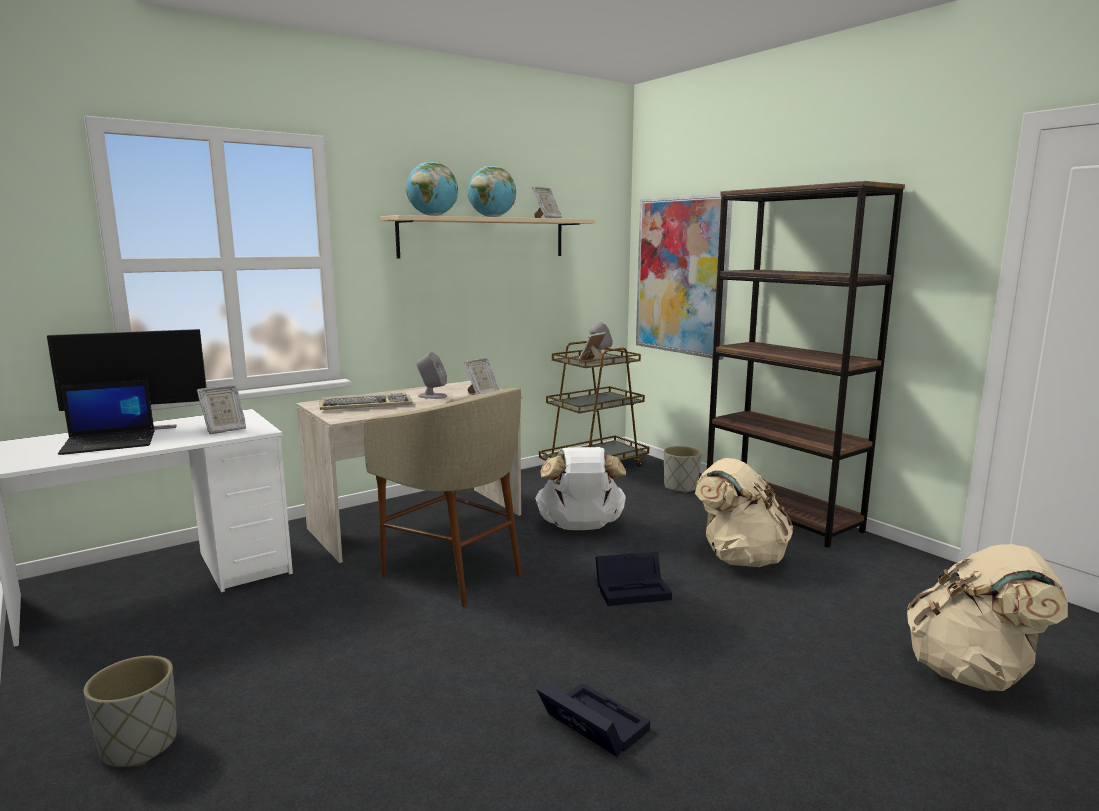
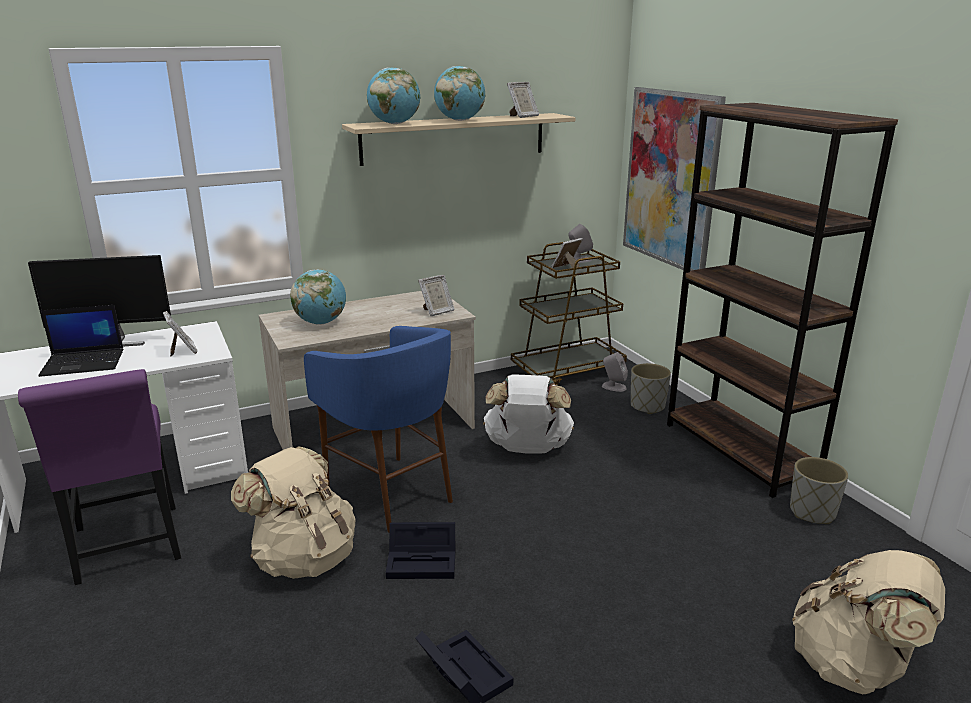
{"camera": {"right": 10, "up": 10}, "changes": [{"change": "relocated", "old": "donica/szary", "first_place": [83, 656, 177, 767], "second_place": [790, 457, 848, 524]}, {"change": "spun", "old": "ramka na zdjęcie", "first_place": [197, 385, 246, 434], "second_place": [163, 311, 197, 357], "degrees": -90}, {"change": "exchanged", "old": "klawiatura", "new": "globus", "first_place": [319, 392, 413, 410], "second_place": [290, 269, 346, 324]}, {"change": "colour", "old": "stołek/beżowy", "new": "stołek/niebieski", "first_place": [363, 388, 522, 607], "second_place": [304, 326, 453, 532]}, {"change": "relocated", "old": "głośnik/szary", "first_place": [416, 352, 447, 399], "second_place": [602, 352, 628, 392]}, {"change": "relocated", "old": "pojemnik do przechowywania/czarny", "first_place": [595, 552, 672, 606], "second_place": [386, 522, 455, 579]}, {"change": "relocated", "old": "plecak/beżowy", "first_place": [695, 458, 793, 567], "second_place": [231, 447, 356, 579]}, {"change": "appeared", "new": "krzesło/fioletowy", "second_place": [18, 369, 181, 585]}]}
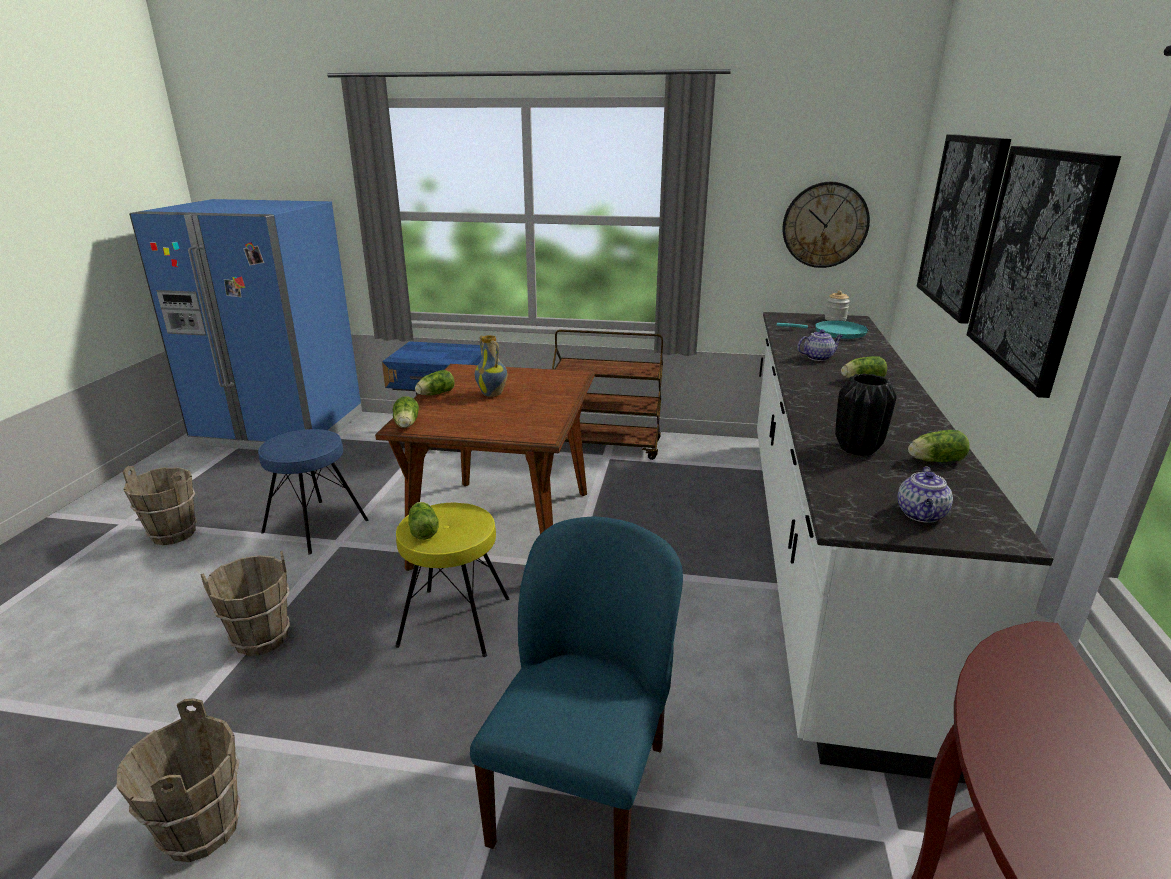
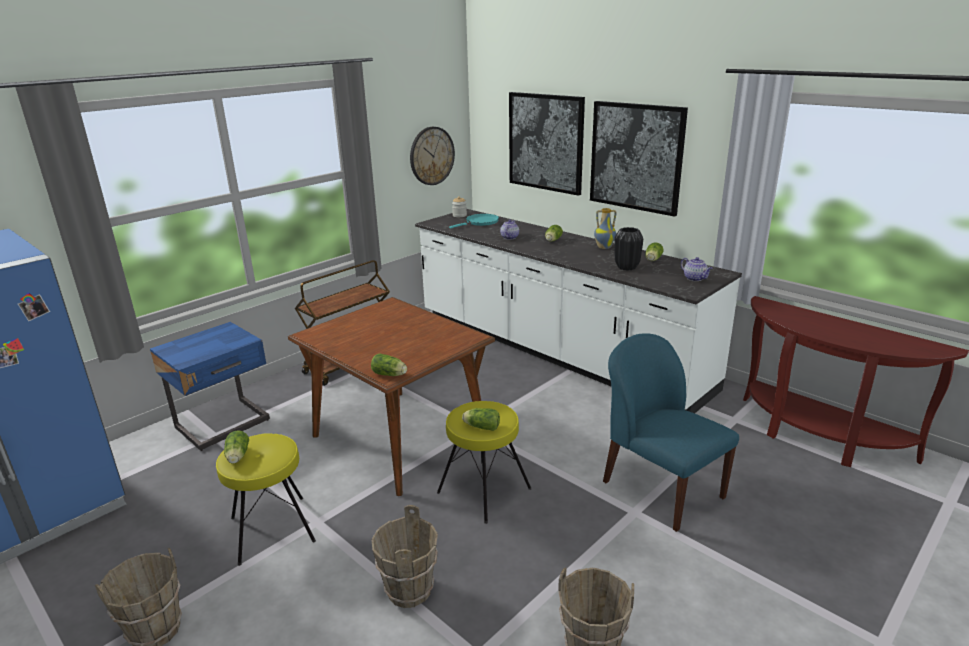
{"camera": {"right": -55, "up": 0}, "changes": [{"change": "colour", "old": "stołek/niebieski", "new": "stołek/żółty", "first_place": [258, 429, 368, 554], "second_place": [216, 433, 316, 566]}, {"change": "relocated", "old": "sałata", "first_place": [415, 370, 455, 395], "second_place": [224, 430, 249, 463]}, {"change": "relocated", "old": "wazon", "first_place": [475, 335, 507, 397], "second_place": [594, 208, 617, 249]}]}
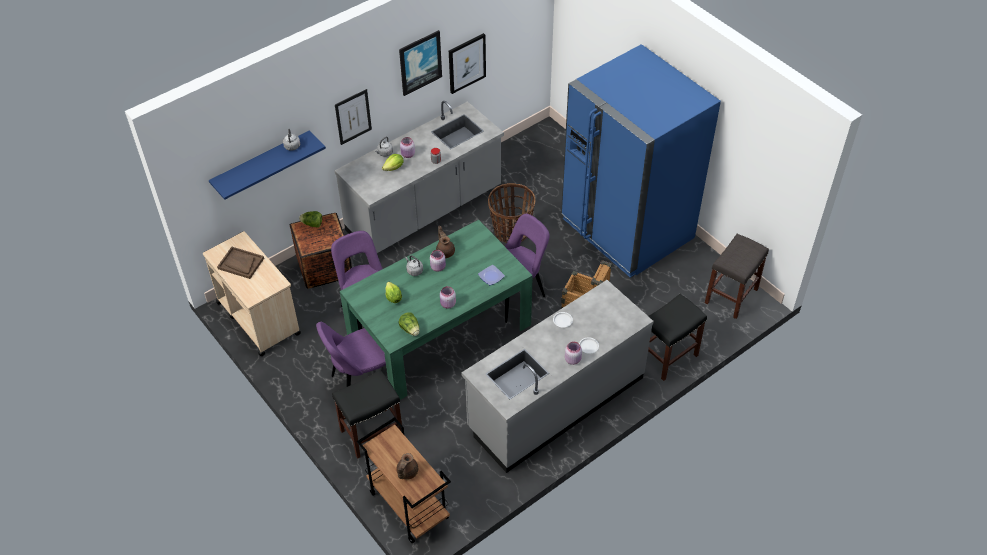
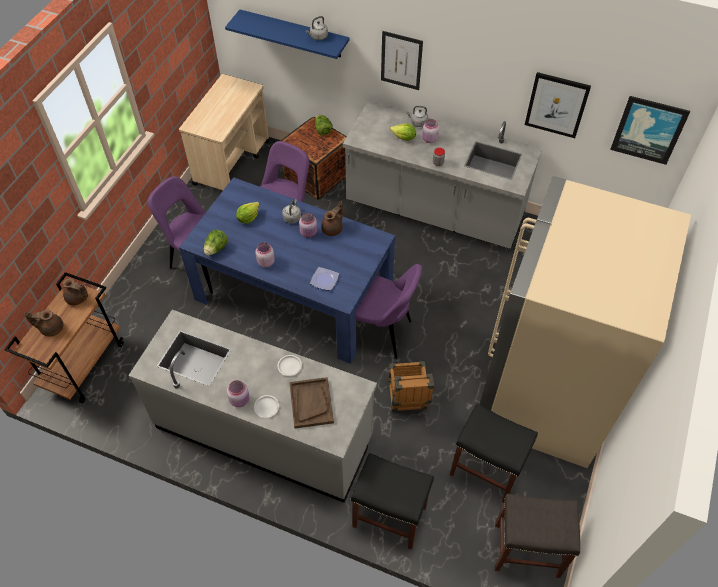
{"camera": {"right": 60, "up": 5}, "changes": [{"change": "relocated", "old": "taca/brązowy", "first_place": [217, 247, 264, 279], "second_place": [289, 377, 334, 428]}, {"change": "relocated", "old": "stołek/czarny", "first_place": [332, 370, 402, 459], "second_place": [450, 403, 538, 502]}, {"change": "colour", "old": "stół jadalny/zielony", "new": "stół jadalny/niebieski", "first_place": [340, 220, 533, 400], "second_place": [179, 177, 395, 364]}, {"change": "relocated", "old": "obraz", "first_place": [399, 30, 442, 96], "second_place": [610, 96, 690, 165]}, {"change": "missing", "old": "koszyk", "first_place": [488, 183, 535, 243]}, {"change": "colour", "old": "lodówka/niebieski", "new": "lodówka/beżowy", "first_place": [561, 44, 721, 278], "second_place": [480, 176, 691, 468]}, {"change": "appeared", "new": "imbryk/brązowy", "second_place": [62, 278, 88, 306]}]}
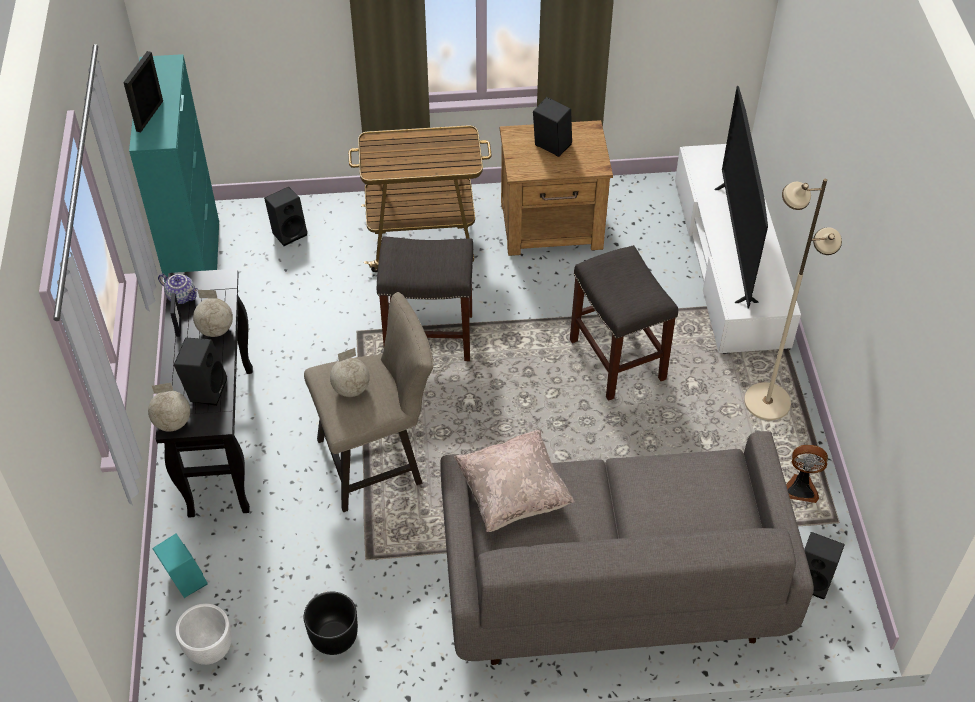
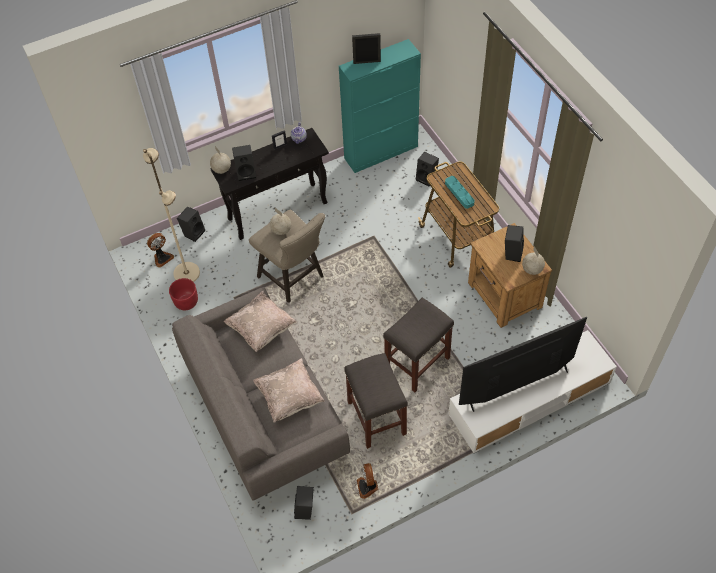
{"camera": {"right": 70, "up": 5}, "changes": [{"change": "colour", "old": "głośnik/turkusowy", "new": "głośnik/czarny", "first_place": [152, 533, 207, 598], "second_place": [177, 206, 205, 242]}, {"change": "exchanged", "old": "donica/biały", "new": "wentylator", "first_place": [176, 604, 232, 665], "second_place": [147, 233, 174, 268]}, {"change": "relocated", "old": "globus", "first_place": [193, 290, 233, 337], "second_place": [522, 246, 545, 275]}, {"change": "colour", "old": "donica/czarny", "new": "donica/czerwony", "first_place": [304, 592, 358, 655], "second_place": [169, 278, 198, 310]}, {"change": "relocated", "old": "stołek/szary", "first_place": [377, 236, 473, 361], "second_place": [344, 353, 408, 449]}, {"change": "relocated", "old": "lampa stojąca/beżowy", "first_place": [744, 179, 842, 420], "second_place": [143, 148, 200, 282]}, {"change": "appeared", "new": "poduszka/beżowy", "second_place": [253, 358, 325, 422]}, {"change": "appeared", "new": "taca/turkusowy", "second_place": [445, 176, 475, 209]}]}
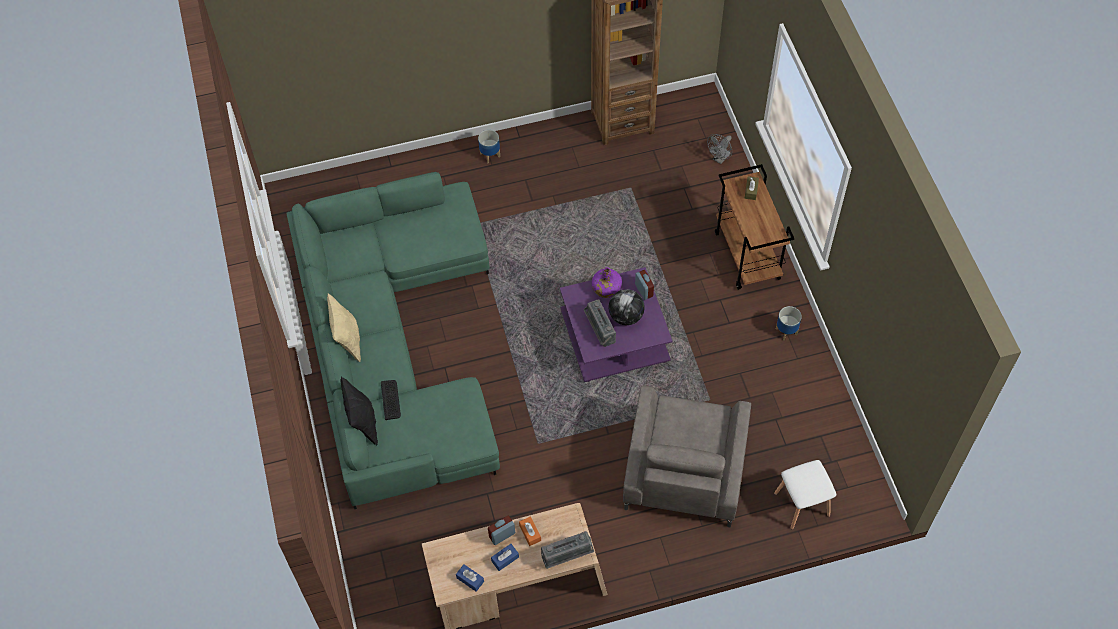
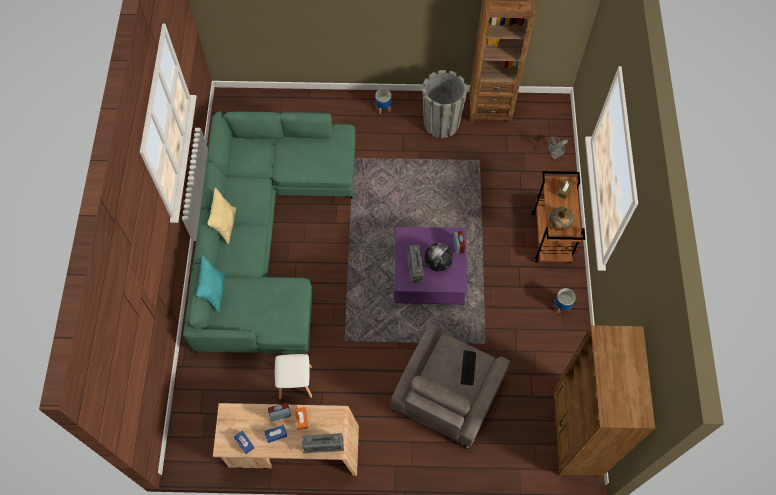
{"camera": {"right": 15, "up": 5}, "changes": [{"change": "colour", "old": "poduszka/czarny", "new": "poduszka/turkusowy", "first_place": [340, 377, 378, 445], "second_place": [196, 255, 225, 312]}, {"change": "relocated", "old": "klawiatura", "first_place": [381, 380, 401, 420], "second_place": [461, 350, 476, 385]}, {"change": "missing", "old": "butelka/fioletowy", "first_place": [592, 267, 622, 298]}, {"change": "relocated", "old": "stołek/biały", "first_place": [774, 460, 836, 530], "second_place": [275, 354, 312, 399]}, {"change": "appeared", "new": "donica/szary", "second_place": [422, 70, 468, 138]}, {"change": "appeared", "new": "butelka/zielony", "second_place": [549, 207, 574, 231]}, {"change": "appeared", "new": "regał/brązowy", "second_place": [554, 325, 655, 477]}]}
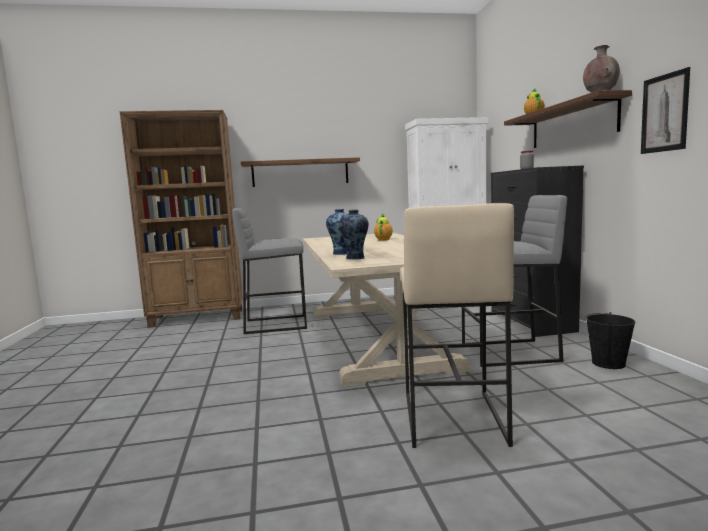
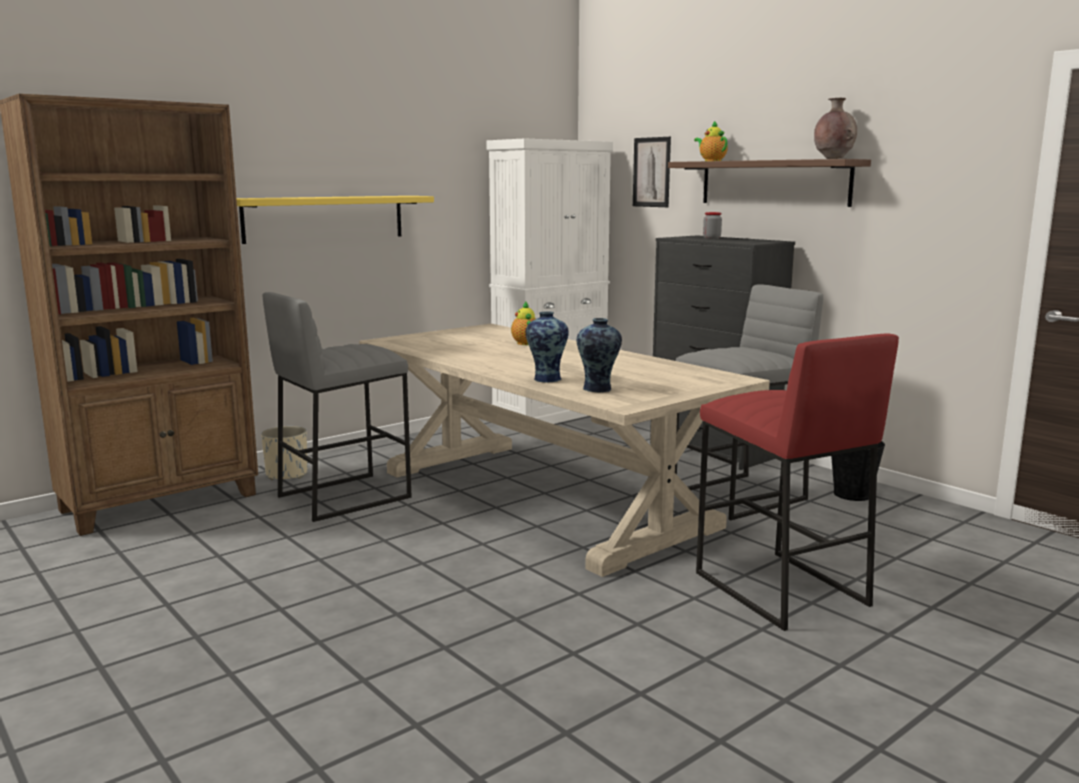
{"camera": {"right": -30, "up": 5}, "changes": [{"change": "colour", "old": "półka/brązowy", "new": "półka/żółty", "first_place": [241, 157, 360, 187], "second_place": [236, 196, 434, 244]}, {"change": "colour", "old": "stołek/beżowy", "new": "stołek/czerwony", "first_place": [400, 203, 514, 448], "second_place": [696, 334, 899, 631]}, {"change": "relocated", "old": "obraz", "first_place": [641, 67, 690, 154], "second_place": [633, 137, 671, 207]}, {"change": "appeared", "new": "donica/beżowy", "second_place": [261, 426, 308, 481]}]}
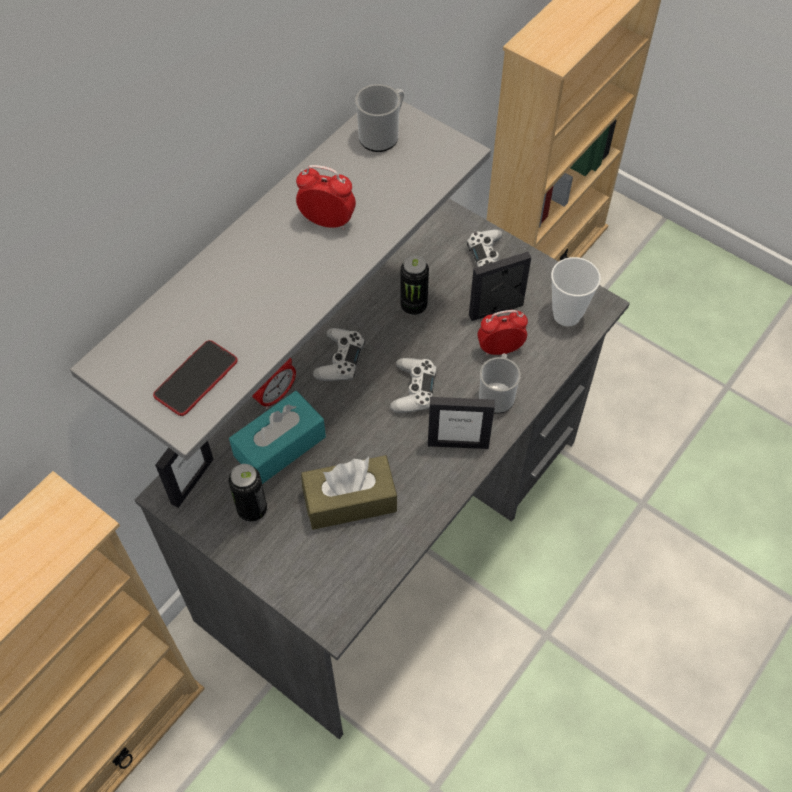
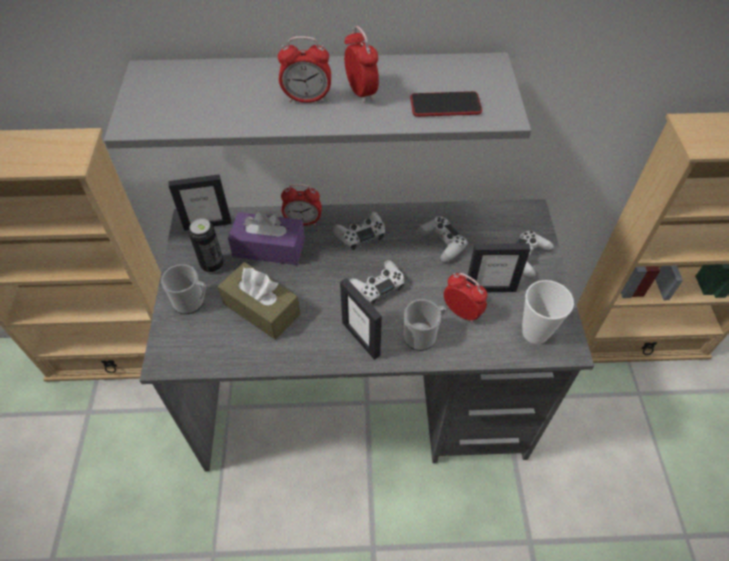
{"camera": {"right": 50, "up": -5}, "changes": [{"change": "relocated", "old": "telefon", "first_place": [153, 340, 238, 416], "second_place": [410, 91, 482, 117]}, {"change": "colour", "old": "pudełko chusteczek/turkusowy", "new": "pudełko chusteczek/fioletowy", "first_place": [229, 391, 326, 484], "second_place": [228, 211, 305, 265]}, {"change": "relocated", "old": "kubek", "first_place": [355, 84, 404, 152], "second_place": [161, 264, 206, 314]}, {"change": "exchanged", "old": "puszka", "new": "pad do gier/biały", "first_place": [400, 255, 429, 315], "second_place": [416, 216, 468, 263]}, {"change": "spun", "old": "ramka na zdjęcie", "first_place": [469, 252, 531, 321], "second_place": [466, 243, 531, 292], "degrees": 150}, {"change": "appeared", "new": "budzik", "second_place": [278, 36, 331, 103]}]}
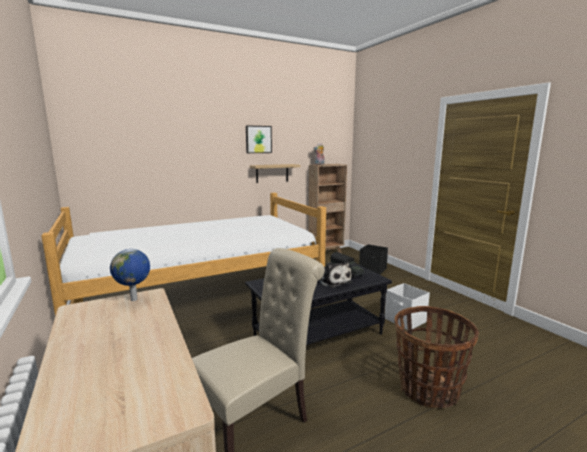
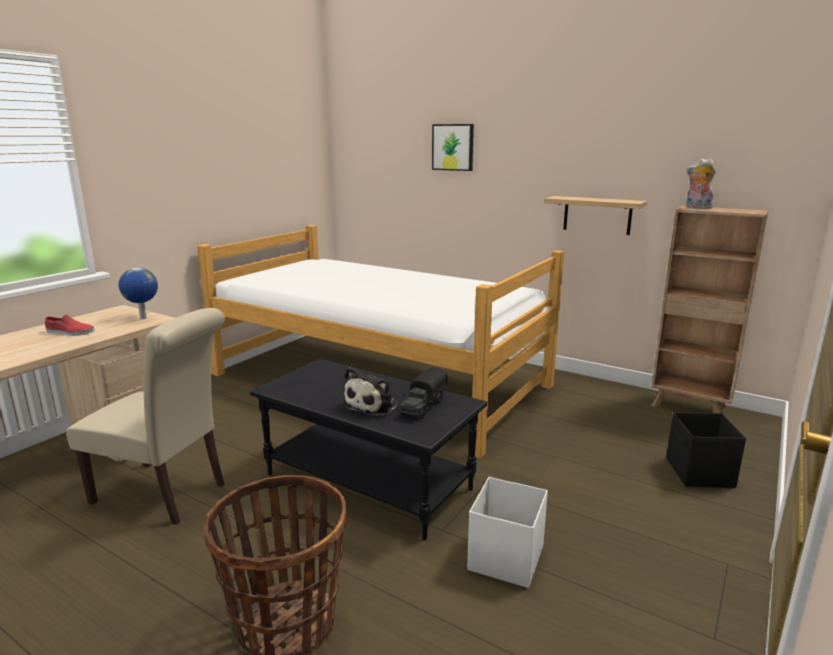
{"camera": {"right": 60, "up": 5}, "changes": [{"change": "relocated", "old": "obraz", "first_place": [246, 126, 272, 153], "second_place": [432, 124, 474, 171]}, {"change": "appeared", "new": "but/czerwony", "second_place": [45, 315, 95, 336]}]}
